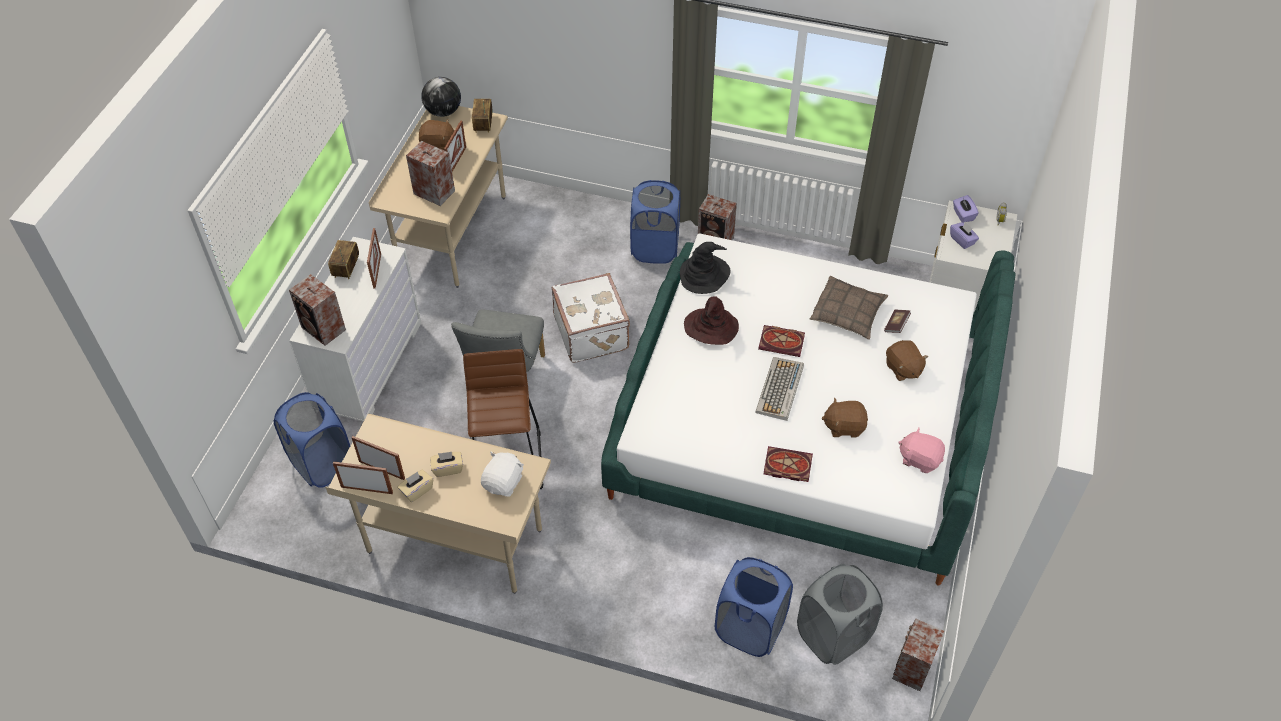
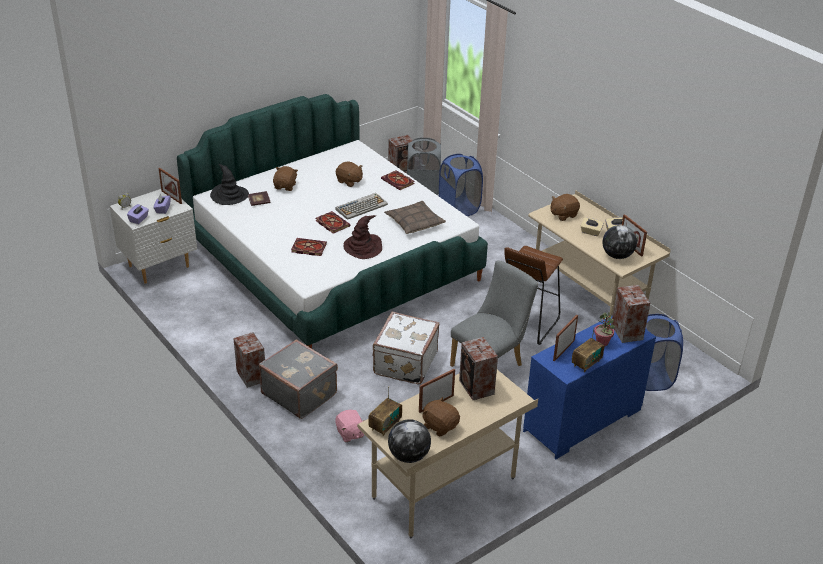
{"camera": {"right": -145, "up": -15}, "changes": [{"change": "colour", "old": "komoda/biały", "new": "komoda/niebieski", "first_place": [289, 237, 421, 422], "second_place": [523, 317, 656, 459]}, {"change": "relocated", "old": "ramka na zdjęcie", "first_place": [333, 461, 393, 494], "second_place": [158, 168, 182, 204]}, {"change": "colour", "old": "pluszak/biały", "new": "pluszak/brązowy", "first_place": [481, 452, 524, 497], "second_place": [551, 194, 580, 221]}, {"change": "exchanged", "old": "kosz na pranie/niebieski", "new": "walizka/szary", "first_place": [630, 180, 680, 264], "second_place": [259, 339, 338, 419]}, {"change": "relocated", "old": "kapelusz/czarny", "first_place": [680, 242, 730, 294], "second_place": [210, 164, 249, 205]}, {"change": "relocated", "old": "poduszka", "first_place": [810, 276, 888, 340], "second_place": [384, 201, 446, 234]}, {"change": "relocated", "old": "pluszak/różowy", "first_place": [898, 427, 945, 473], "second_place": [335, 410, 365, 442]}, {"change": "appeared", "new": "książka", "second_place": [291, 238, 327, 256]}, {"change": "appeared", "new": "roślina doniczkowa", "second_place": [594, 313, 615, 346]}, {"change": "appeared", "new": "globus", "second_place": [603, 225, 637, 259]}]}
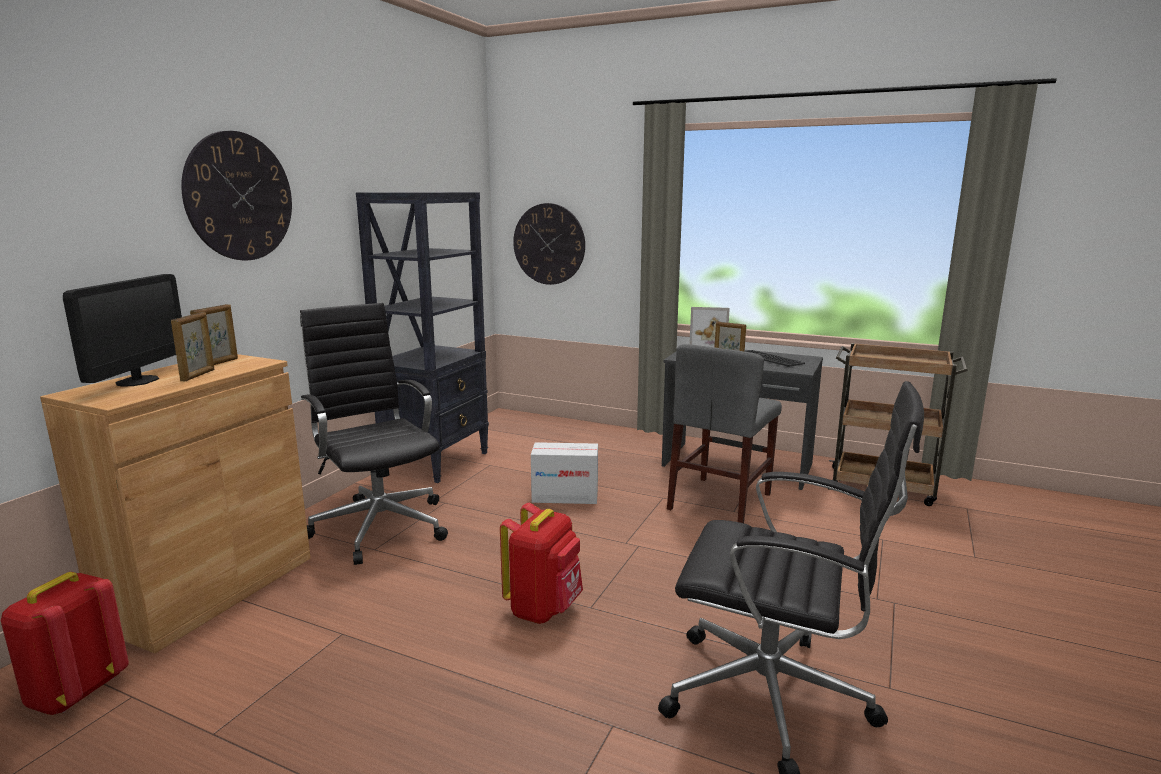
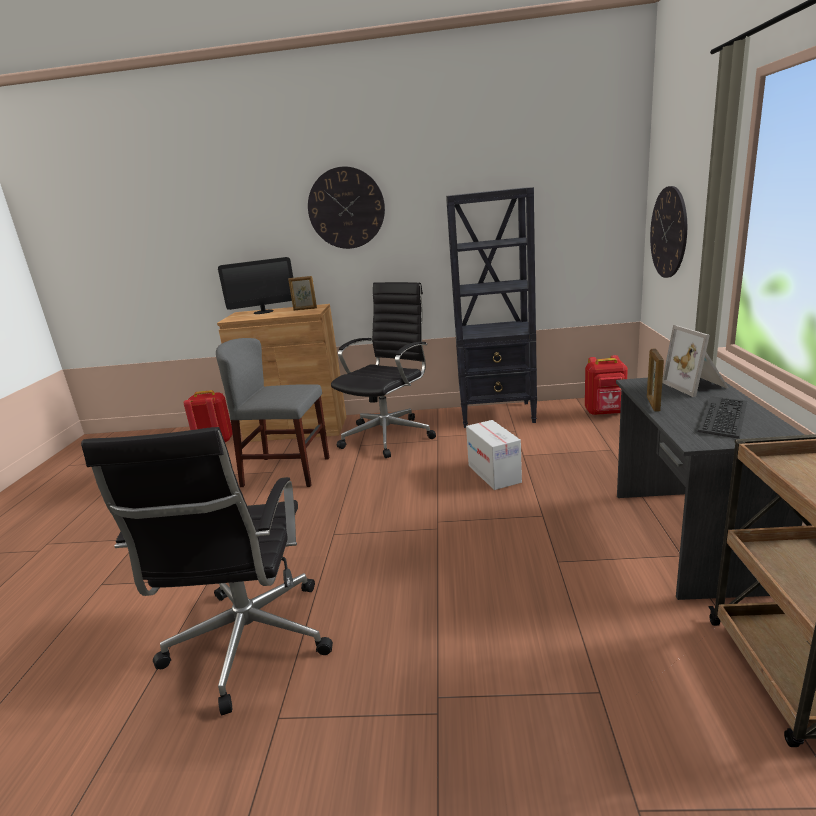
{"camera": {"right": 70, "up": 5}, "changes": [{"change": "missing", "old": "ramka na zdjęcie", "first_place": [171, 312, 214, 381]}, {"change": "relocated", "old": "plecak/czerwony", "first_place": [500, 503, 583, 624], "second_place": [585, 355, 628, 415]}, {"change": "relocated", "old": "krzesło/szary", "first_place": [667, 344, 782, 523], "second_place": [216, 338, 329, 487]}]}
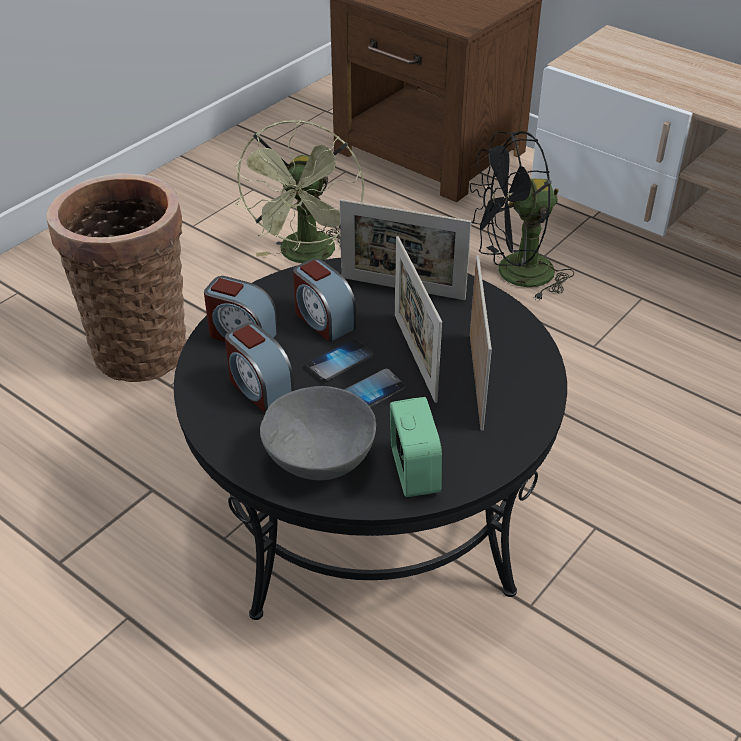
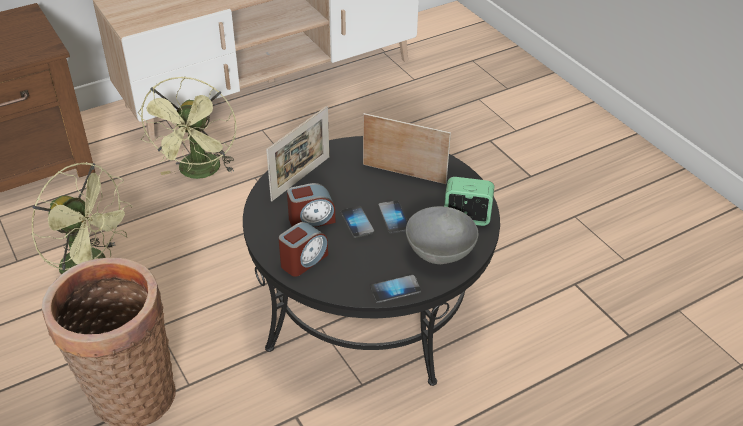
{"camera": {"right": -70, "up": 0}, "changes": [{"change": "missing", "old": "budzik", "first_place": [225, 323, 294, 413]}, {"change": "missing", "old": "ramka na zdjęcie", "first_place": [395, 236, 442, 403]}, {"change": "colour", "old": "wentylator/czarny", "new": "wentylator/zielony", "first_place": [470, 131, 574, 300], "second_place": [138, 76, 237, 179]}, {"change": "appeared", "new": "telefon", "second_place": [370, 275, 421, 303]}]}
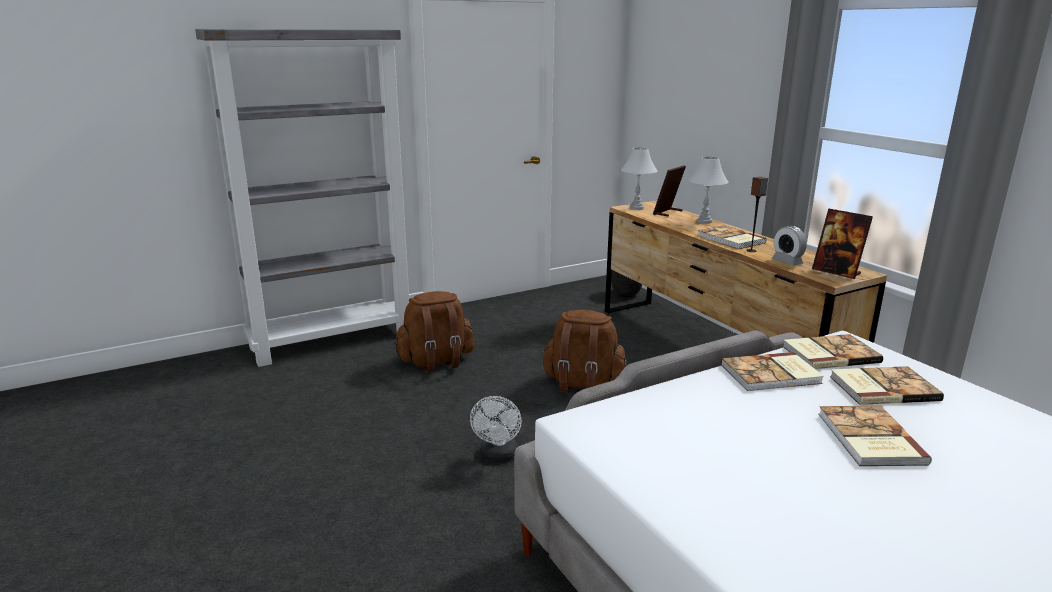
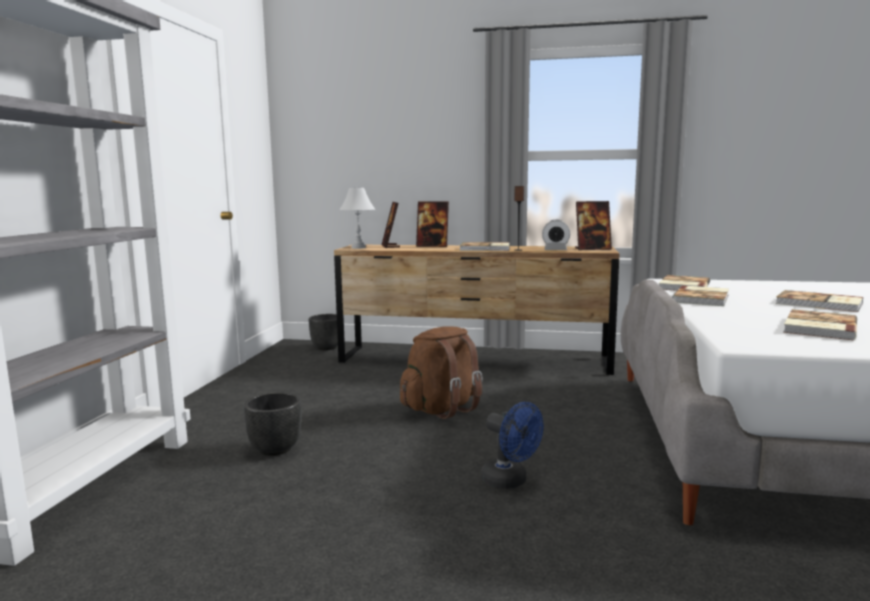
{"camera": {"right": -50, "up": -10}, "changes": [{"change": "exchanged", "old": "plecak/brązowy", "new": "donica/czarny", "first_place": [394, 291, 475, 373], "second_place": [244, 392, 301, 456]}, {"change": "colour", "old": "wentylator/biały", "new": "wentylator/niebieski", "first_place": [470, 396, 522, 462], "second_place": [481, 402, 543, 489]}, {"change": "exchanged", "old": "lampa stołowa/biały", "new": "ramka na zdjęcie", "first_place": [688, 157, 729, 224], "second_place": [416, 201, 449, 247]}, {"change": "relocated", "old": "książka", "first_place": [830, 366, 944, 405], "second_place": [783, 309, 857, 340]}]}
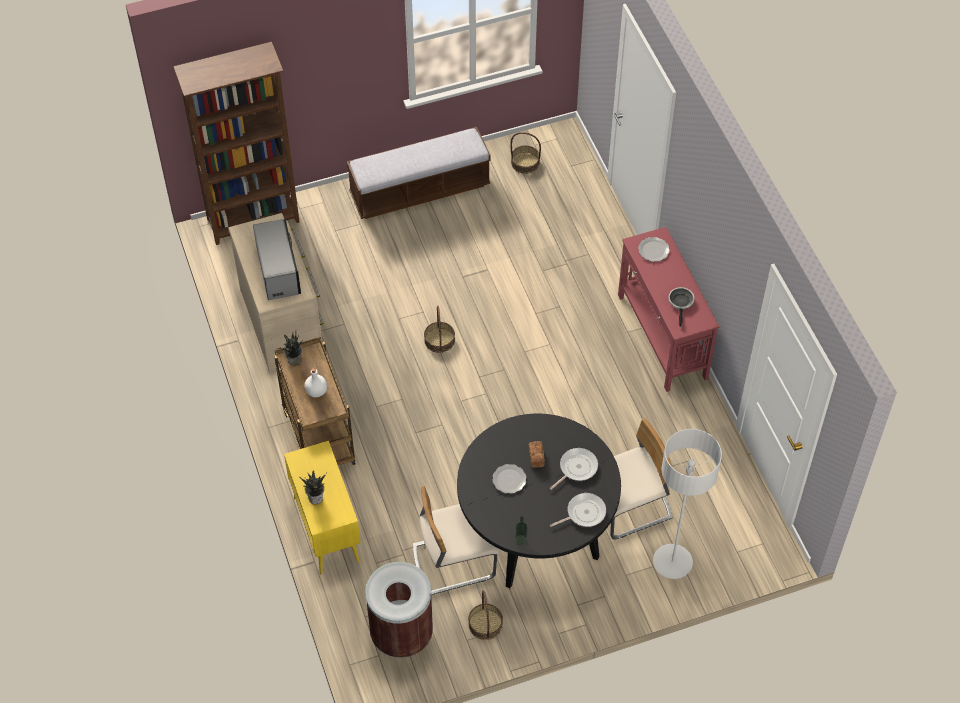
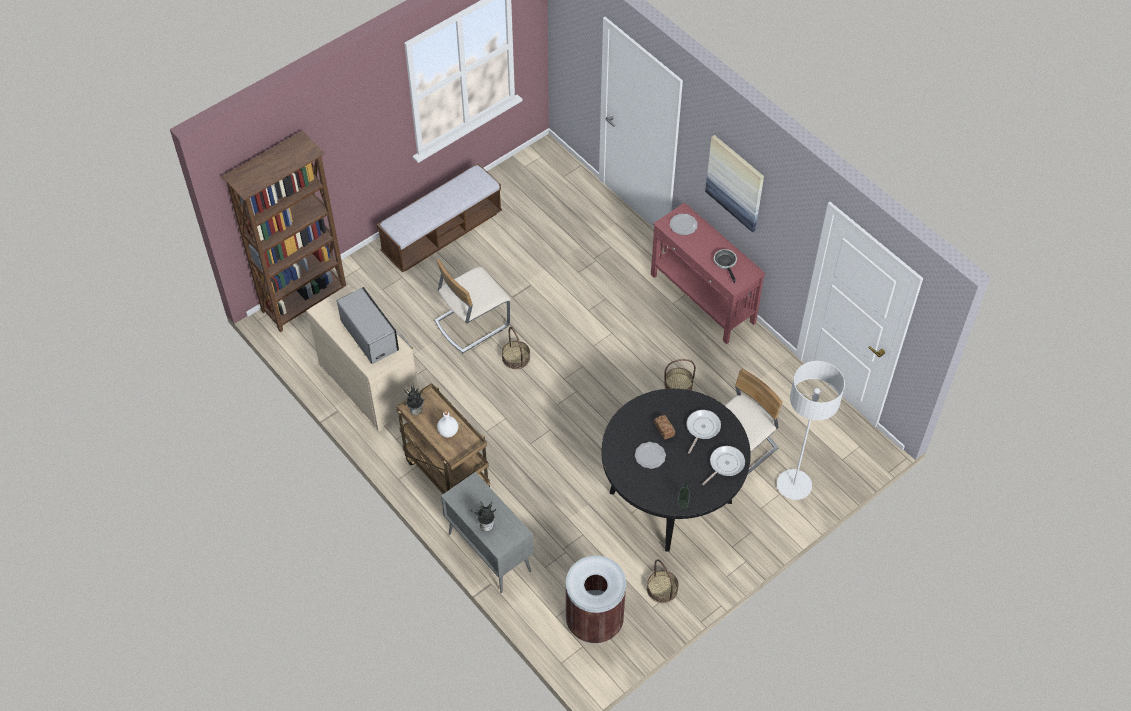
{"camera": {"right": -20, "up": 0}, "changes": [{"change": "colour", "old": "szafka/żółty", "new": "szafka/szary", "first_place": [284, 441, 361, 575], "second_place": [441, 472, 533, 593]}, {"change": "relocated", "old": "krzesło/beżowy", "first_place": [413, 486, 499, 595], "second_place": [435, 259, 510, 353]}, {"change": "relocated", "old": "koszyk", "first_place": [510, 132, 541, 174], "second_place": [664, 359, 696, 390]}, {"change": "appeared", "new": "obraz", "second_place": [705, 135, 764, 232]}]}
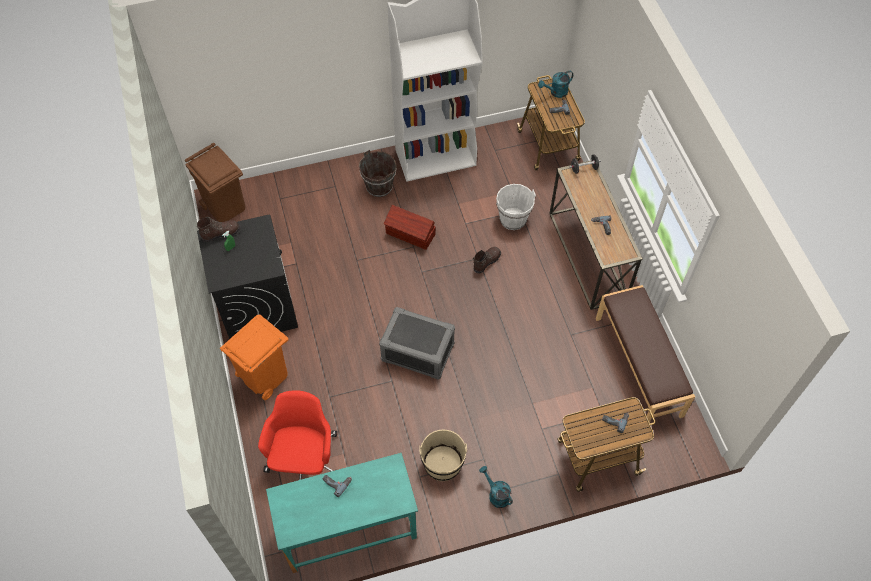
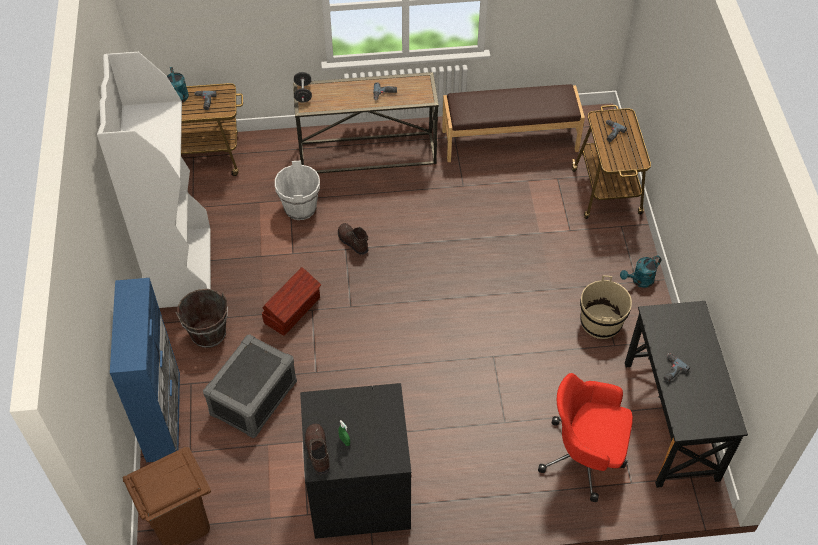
{"camera": {"right": -80, "up": -5}, "changes": [{"change": "missing", "old": "kosz na śmieci/pomarańczowy", "first_place": [220, 314, 289, 400]}, {"change": "colour", "old": "biurko/turkusowy", "new": "biurko/czarny", "first_place": [266, 453, 418, 573], "second_place": [625, 301, 748, 488]}, {"change": "relocated", "old": "pojemnik do przechowywania/szary", "first_place": [379, 307, 455, 380], "second_place": [203, 334, 297, 438]}, {"change": "appeared", "new": "szafka/niebieski", "second_place": [110, 278, 180, 462]}]}
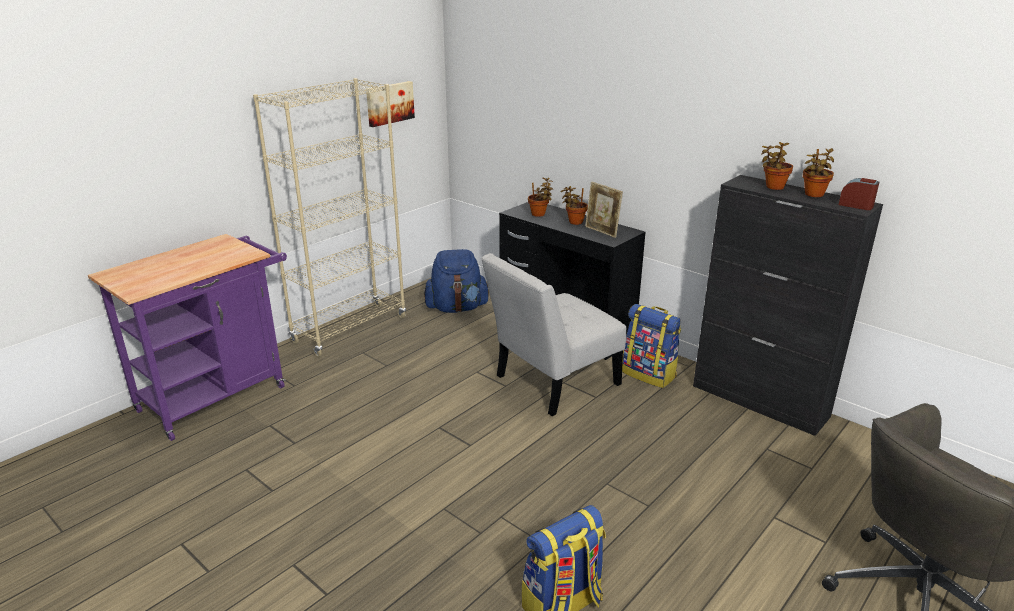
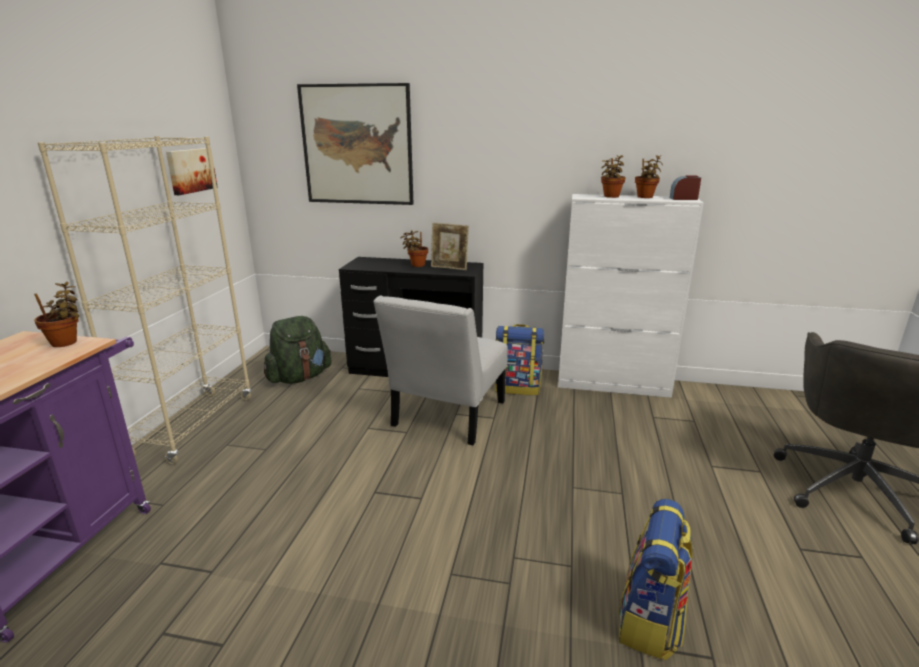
{"camera": {"right": -30, "up": -5}, "changes": [{"change": "colour", "old": "plecak/niebieski", "new": "plecak/zielony", "first_place": [424, 249, 489, 313], "second_place": [264, 316, 332, 384]}, {"change": "relocated", "old": "roślina doniczkowa", "first_place": [528, 177, 553, 217], "second_place": [34, 282, 79, 347]}, {"change": "colour", "old": "szafka/czarny", "new": "szafka/biały", "first_place": [693, 175, 883, 436], "second_place": [558, 194, 704, 398]}, {"change": "appeared", "new": "obraz", "second_place": [297, 83, 414, 205]}]}
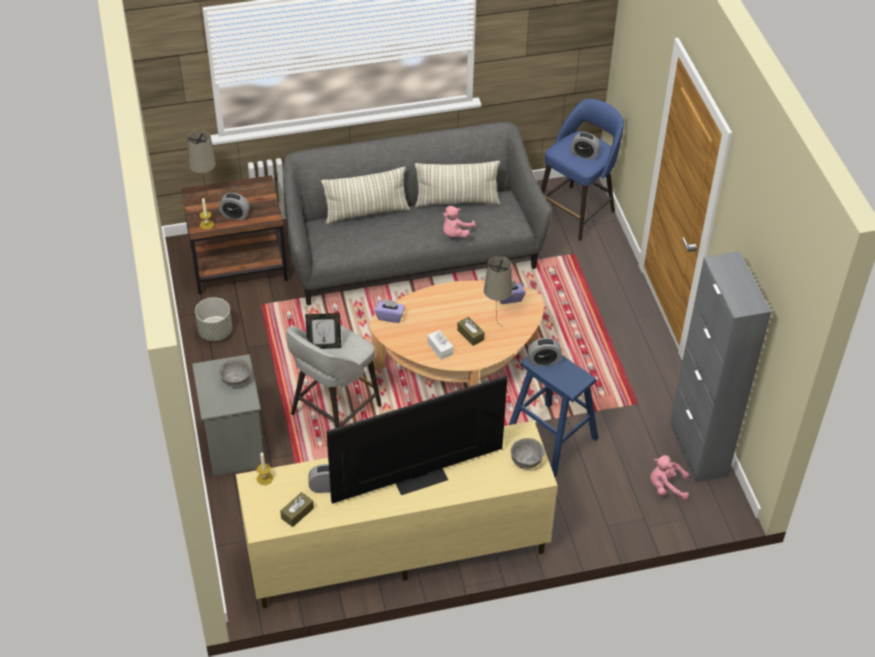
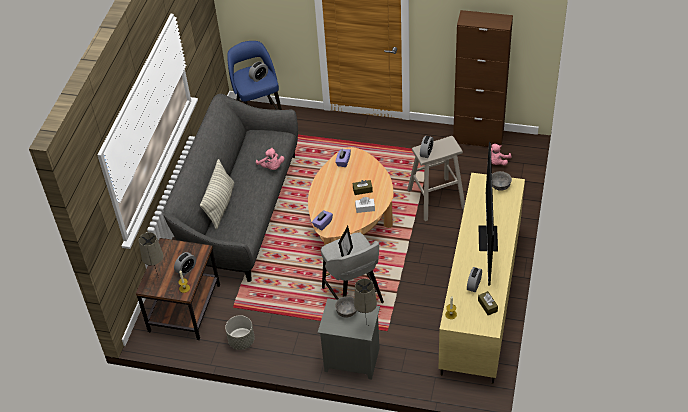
{"camera": {"right": -60, "up": 0}, "changes": [{"change": "missing", "old": "poduszka", "first_place": [415, 161, 500, 207]}, {"change": "relocated", "old": "lampa stołowa/beżowy", "first_place": [484, 256, 512, 327], "second_place": [354, 279, 377, 326]}, {"change": "colour", "old": "stołek/niebieski", "new": "stołek/beżowy", "first_place": [509, 355, 599, 477], "second_place": [407, 136, 465, 221]}, {"change": "colour", "old": "szafka/szary", "new": "szafka/brązowy", "first_place": [670, 251, 772, 483], "second_place": [453, 10, 513, 148]}]}
